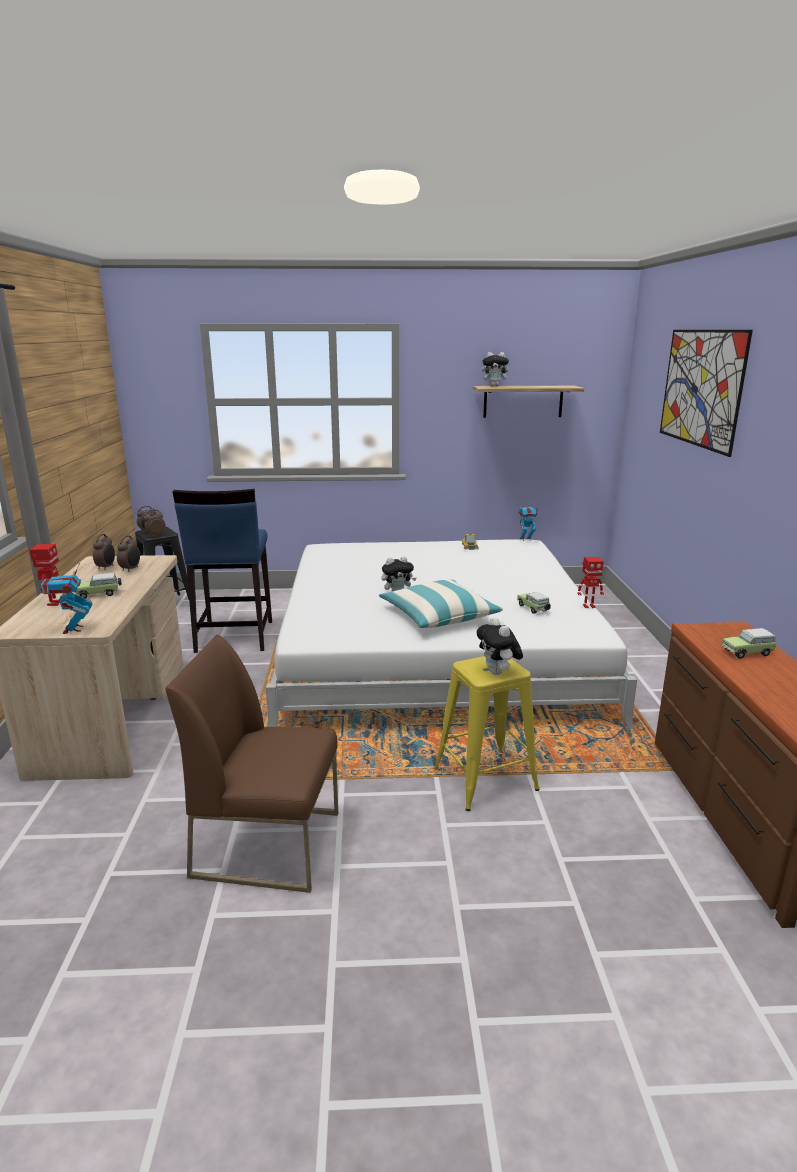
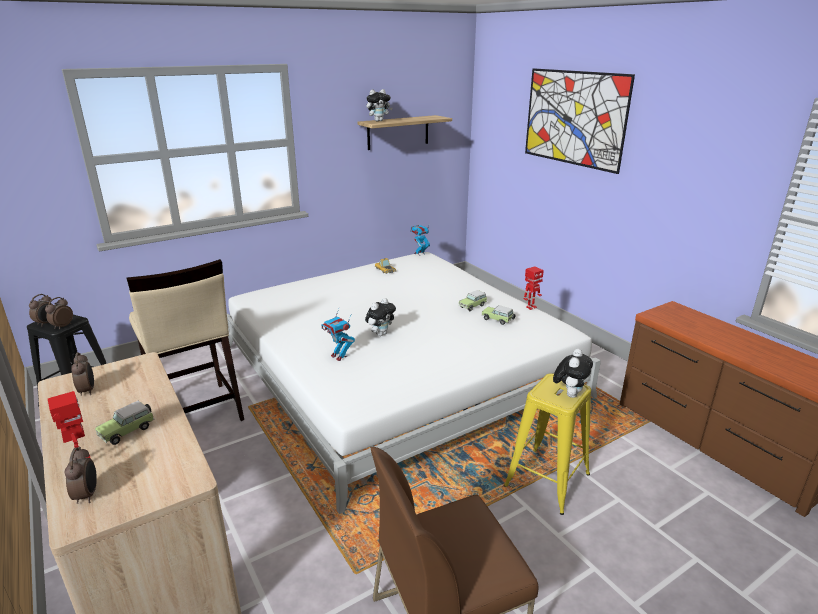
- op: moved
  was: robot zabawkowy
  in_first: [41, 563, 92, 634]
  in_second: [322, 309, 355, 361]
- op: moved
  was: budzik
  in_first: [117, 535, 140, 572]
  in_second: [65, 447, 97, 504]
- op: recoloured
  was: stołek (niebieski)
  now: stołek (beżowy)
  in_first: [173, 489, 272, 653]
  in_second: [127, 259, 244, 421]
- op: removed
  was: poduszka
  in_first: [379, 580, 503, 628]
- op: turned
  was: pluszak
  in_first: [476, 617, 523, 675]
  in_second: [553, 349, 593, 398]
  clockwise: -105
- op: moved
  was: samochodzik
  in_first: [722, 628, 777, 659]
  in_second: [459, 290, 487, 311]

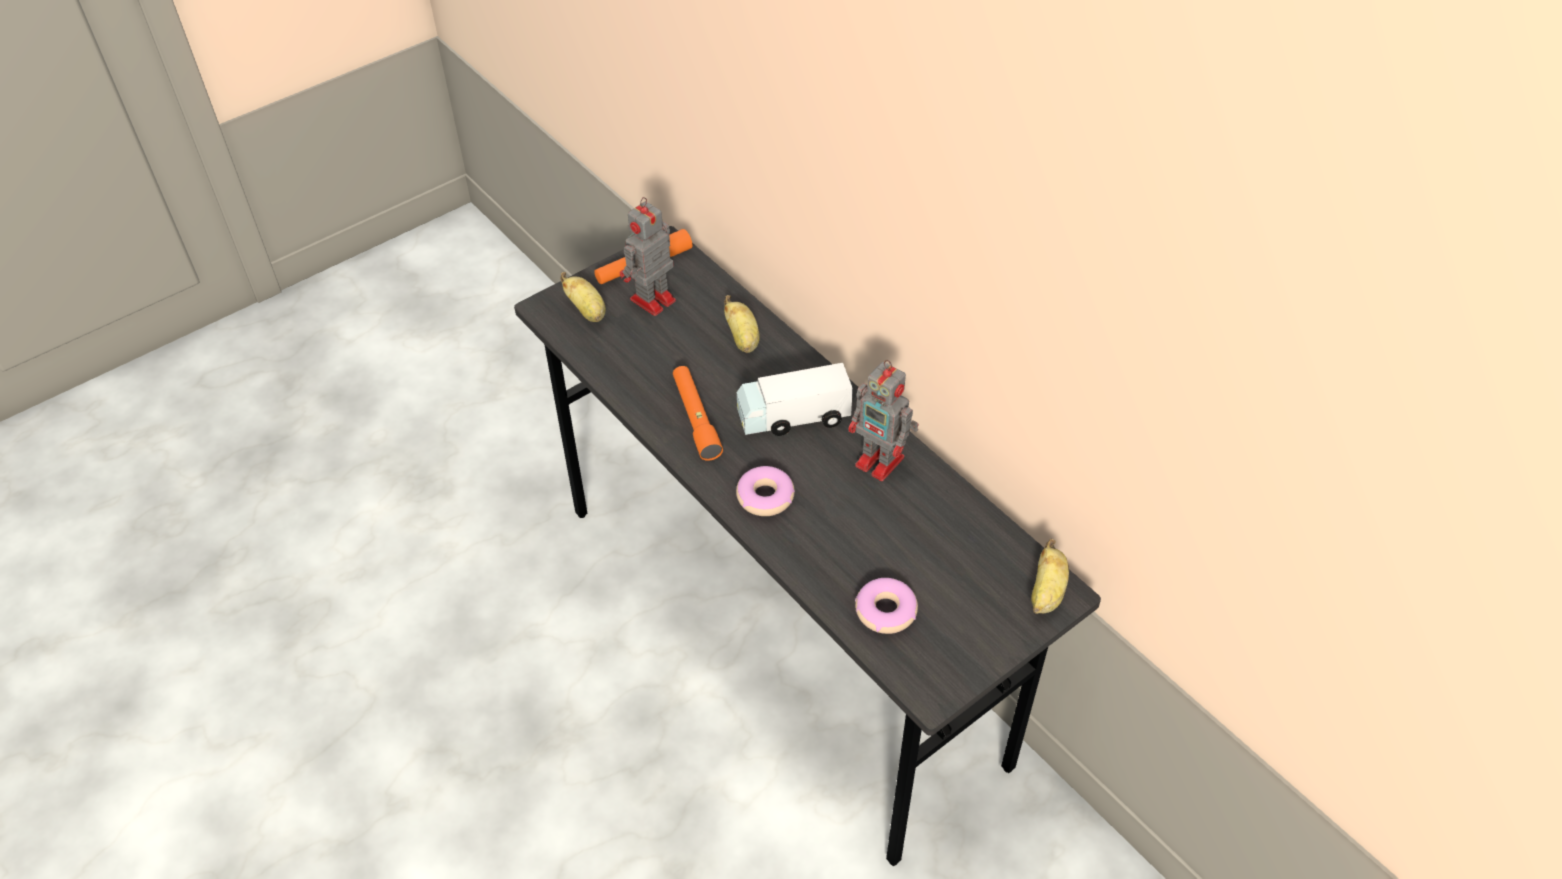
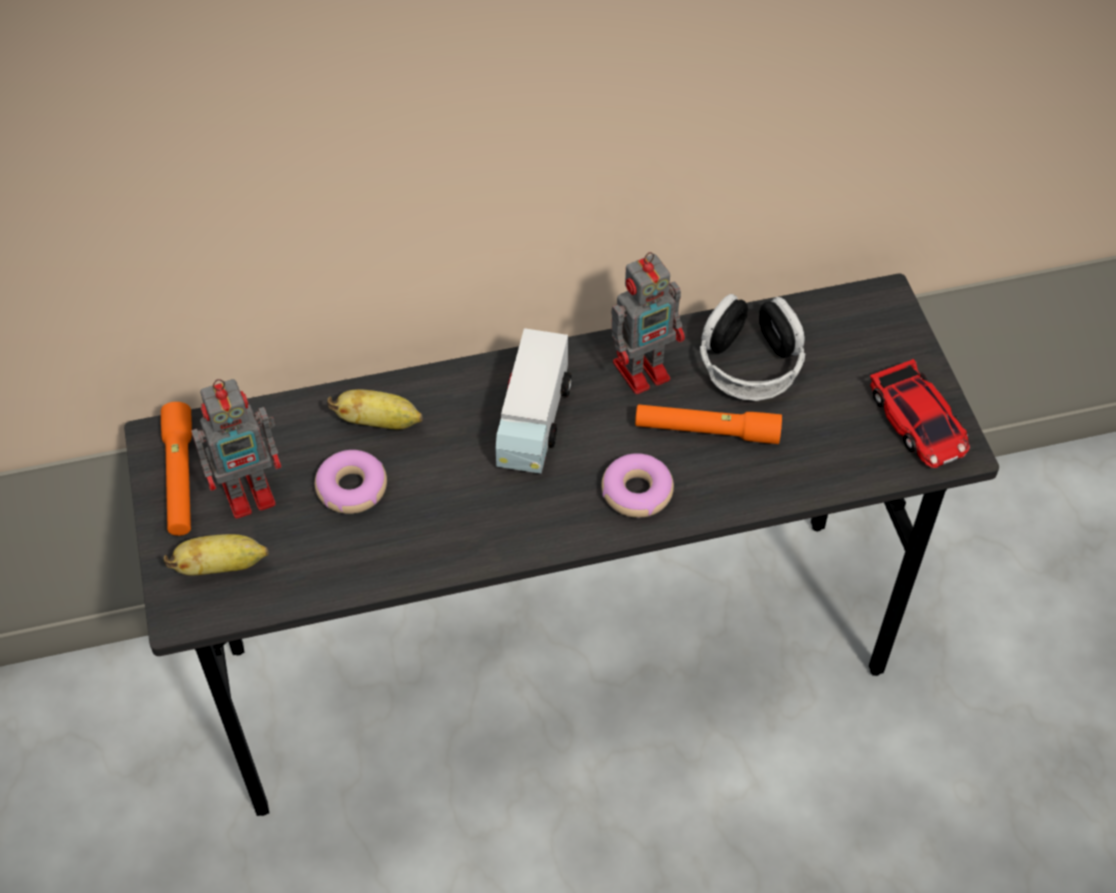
- op: turned
  was: robot zabawkowy
  in_first: [620, 197, 676, 316]
  in_second: [191, 379, 281, 519]
  clockwise: -90
- op: moved
  was: latarka (pomarańczowy)
  in_first: [673, 366, 723, 461]
  in_second: [635, 404, 782, 444]
- op: moved
  was: donut
  in_first: [855, 578, 918, 634]
  in_second: [315, 450, 387, 514]
- op: removed
  was: banan
  in_first: [1031, 539, 1069, 614]
- op: added
  now: słuchawki
  in_second: [700, 294, 805, 401]
- op: added
  now: samochodzik
  in_second: [870, 359, 970, 468]

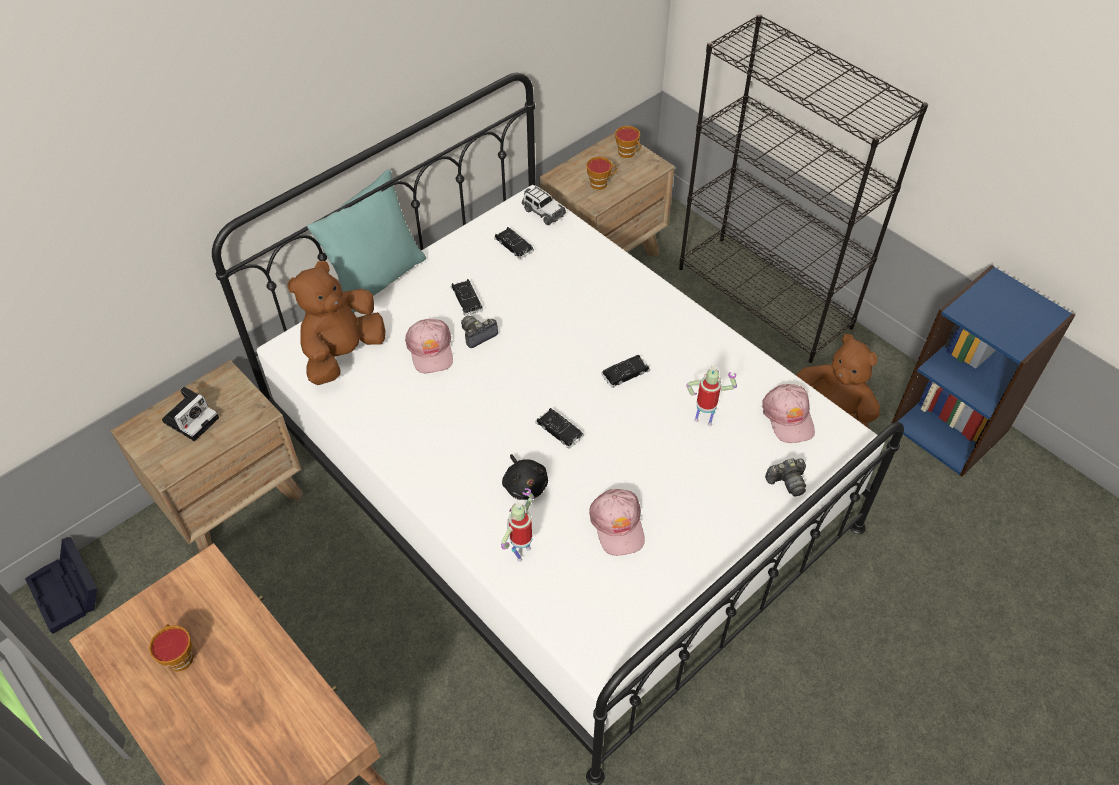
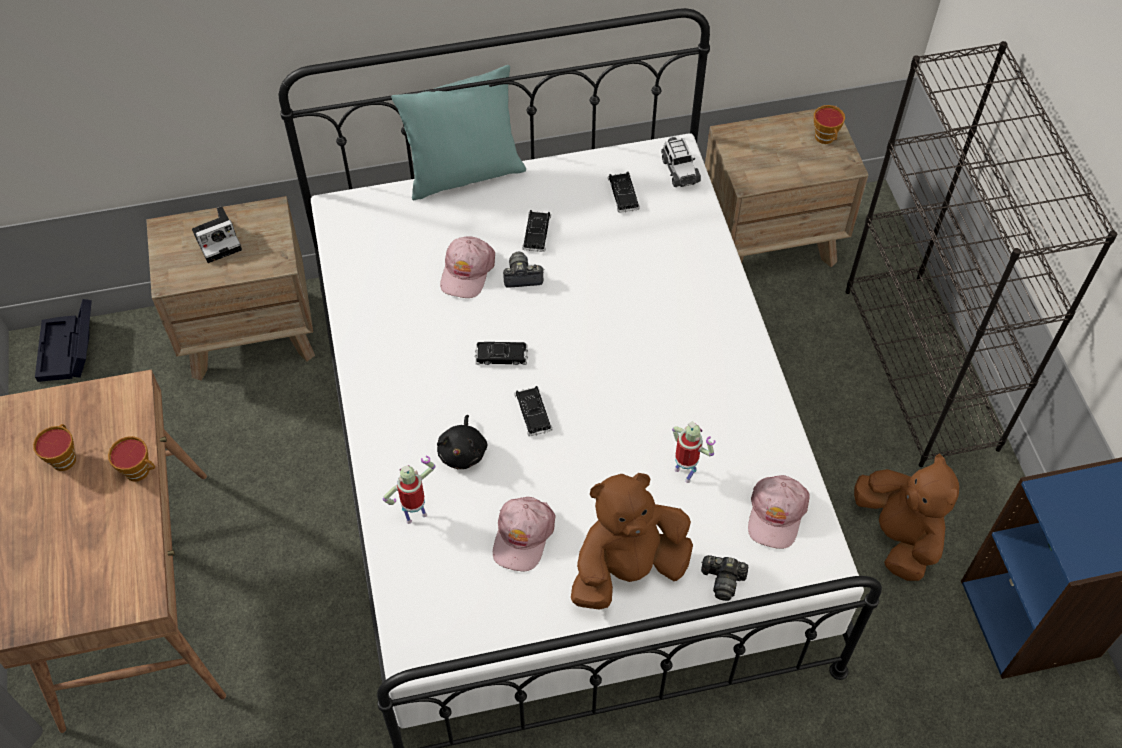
- op: moved
  was: pluszak (brązowy)
  in_first: [287, 261, 386, 385]
  in_second: [571, 473, 693, 610]
- op: moved
  was: filiżanka
  in_first: [586, 157, 617, 190]
  in_second: [108, 436, 155, 482]
- op: moved
  was: samochodzik (czarny)
  in_first: [601, 355, 650, 388]
  in_second: [475, 342, 528, 365]

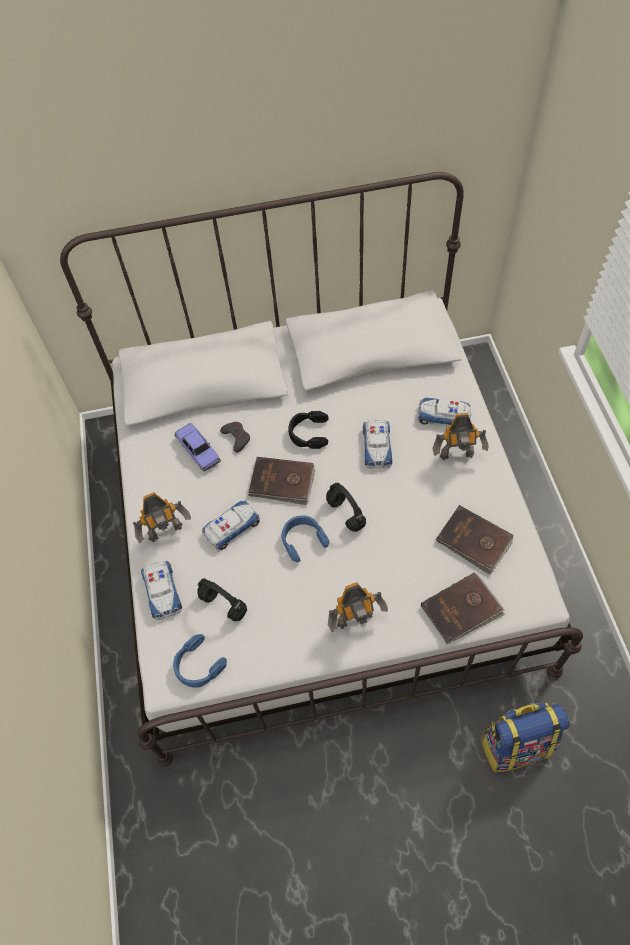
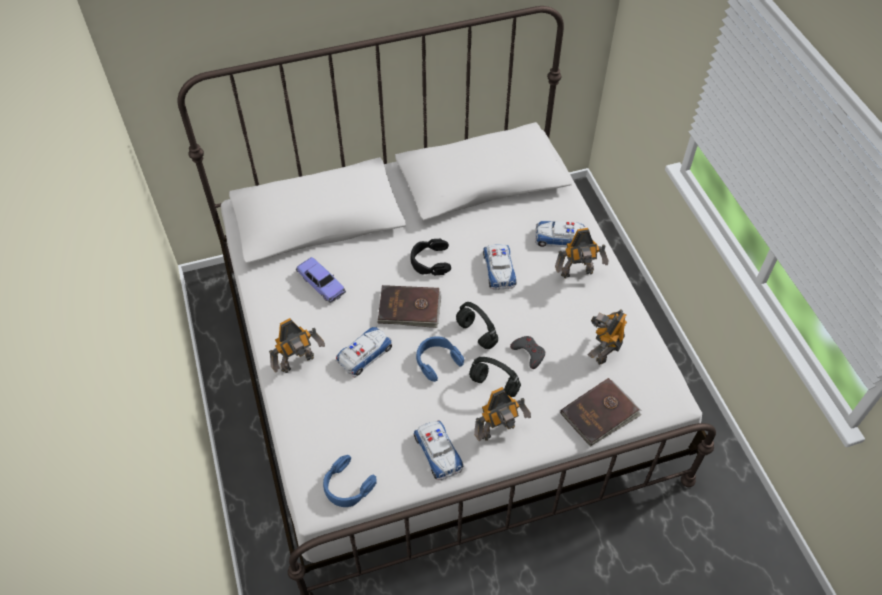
- op: moved
  was: samochodzik
  in_first: [141, 561, 182, 620]
  in_second: [413, 420, 463, 481]
- op: moved
  was: słuchawki (czarny)
  in_first: [197, 578, 247, 621]
  in_second: [469, 357, 521, 397]
- op: moved
  was: pad do gier (szary)
  in_first: [220, 422, 250, 453]
  in_second: [510, 336, 546, 369]
- op: replaced
  was: książka (brązowy)
  now: robot zabawkowy
  in_first: [435, 505, 514, 575]
  in_second: [587, 310, 627, 365]
- op: removed
  was: plecak
  in_first: [480, 703, 570, 773]

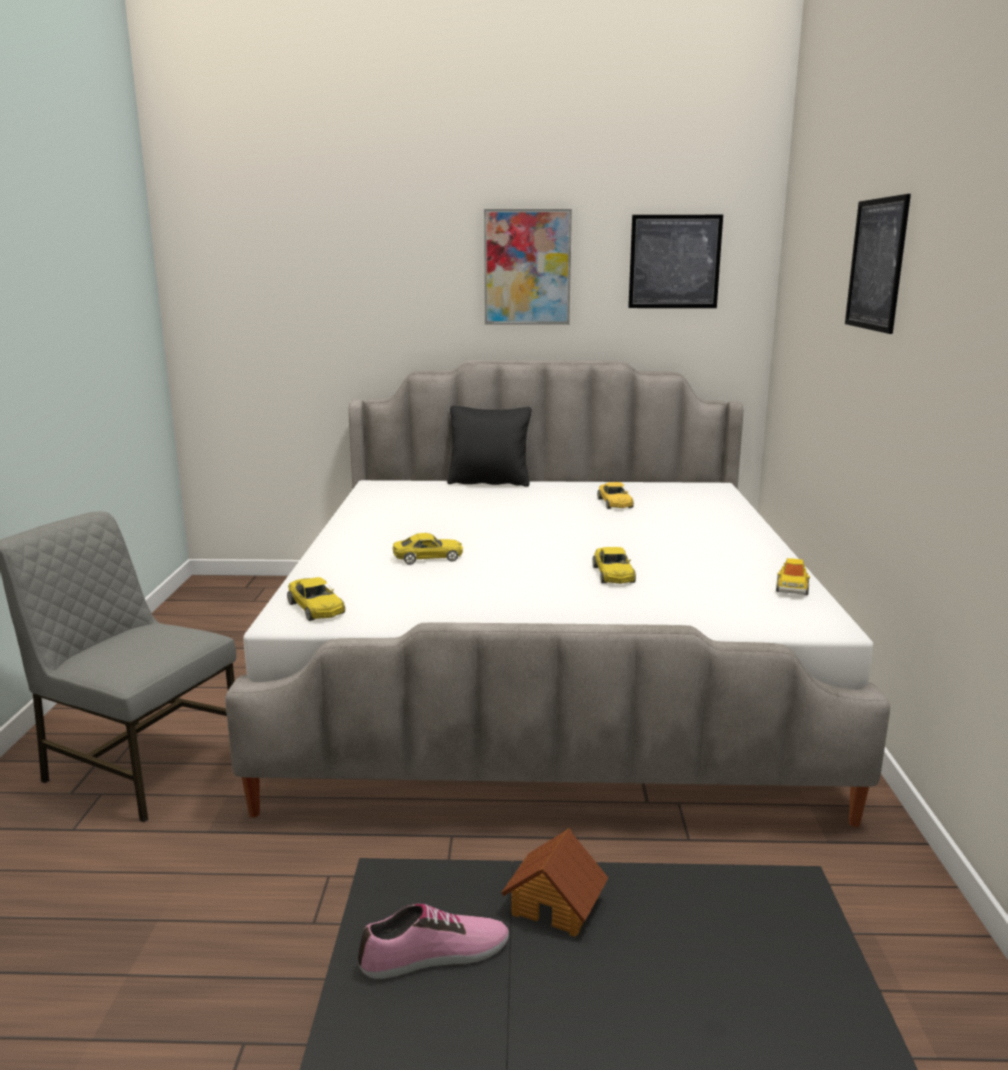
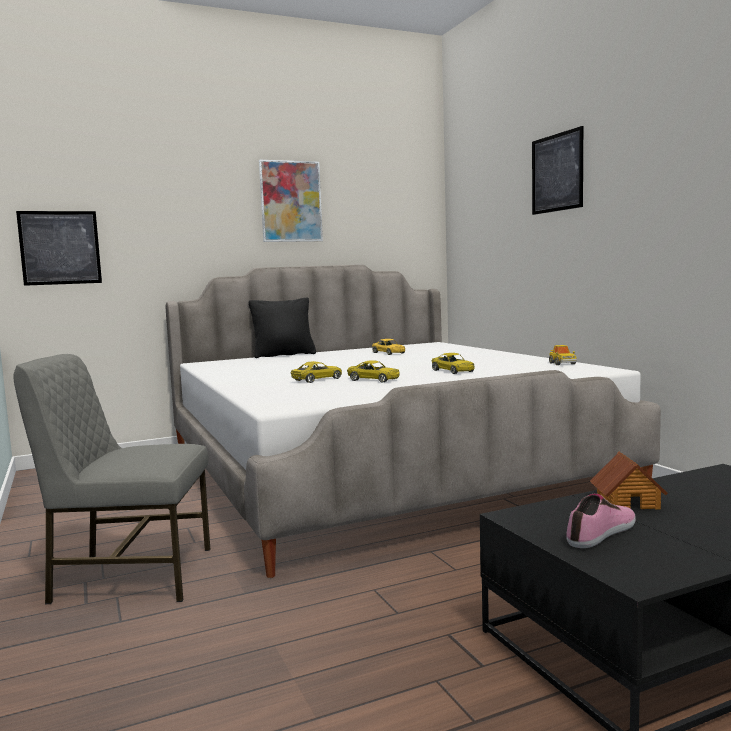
- op: moved
  was: samochodzik (żółty)
  in_first: [287, 577, 345, 621]
  in_second: [347, 360, 400, 383]
- op: moved
  was: obraz
  in_first: [628, 215, 723, 308]
  in_second: [16, 211, 102, 286]

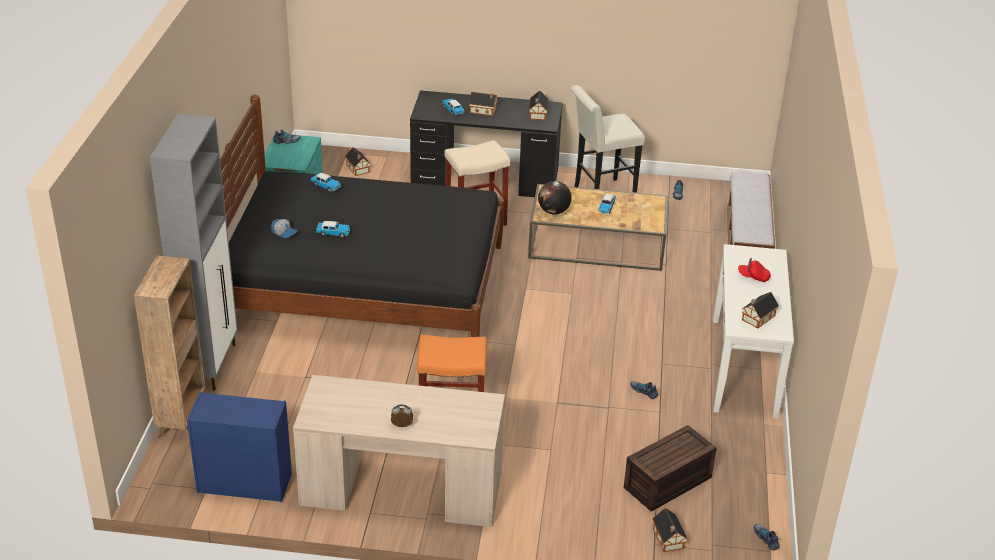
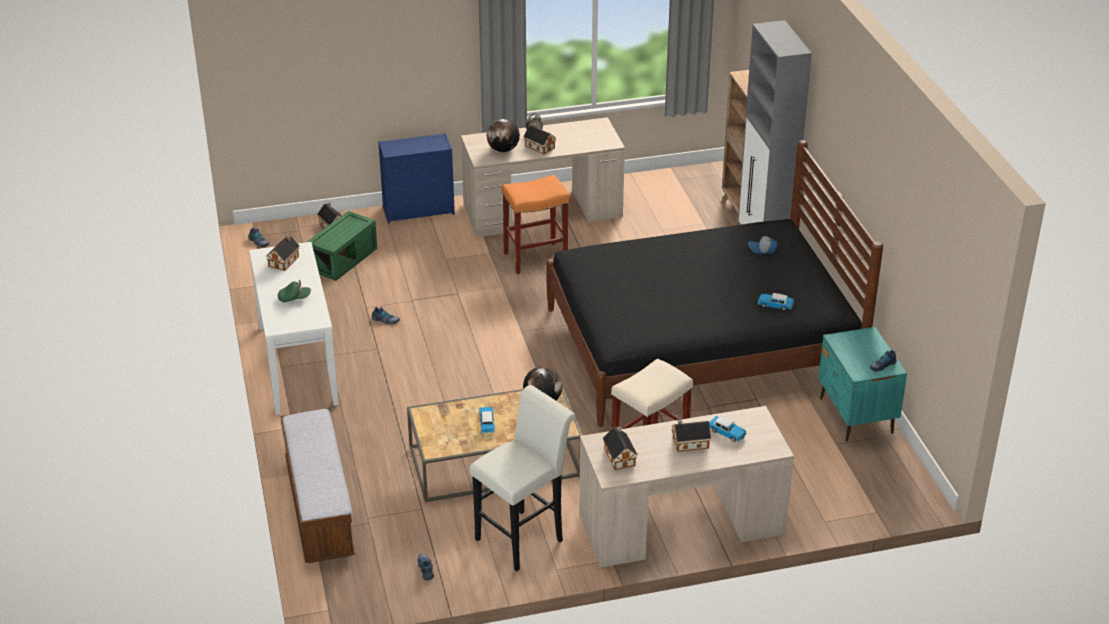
- op: moved
  was: komoda (niebieski)
  in_first: [187, 392, 292, 502]
  in_second: [378, 133, 455, 224]
- op: removed
  was: samochodzik
  in_first: [316, 221, 350, 238]
- op: moved
  was: domek
  in_first: [345, 147, 371, 176]
  in_second: [523, 123, 556, 154]
- op: recoloured
  was: biurko (czarny)
  now: biurko (beżowy)
  in_first: [410, 90, 563, 197]
  in_second: [579, 406, 794, 568]
- op: recoloured
  was: pojemnik do przechowywania (brązowy)
  now: pojemnik do przechowywania (zielony)
  in_first: [624, 425, 717, 512]
  in_second: [307, 211, 377, 281]
- op: recoloured
  was: czapka z daszkiem (czerwony)
  now: czapka z daszkiem (zielony)
  in_first: [738, 258, 771, 282]
  in_second: [278, 280, 311, 302]
- op: added
  now: globus
  in_second: [487, 119, 520, 152]

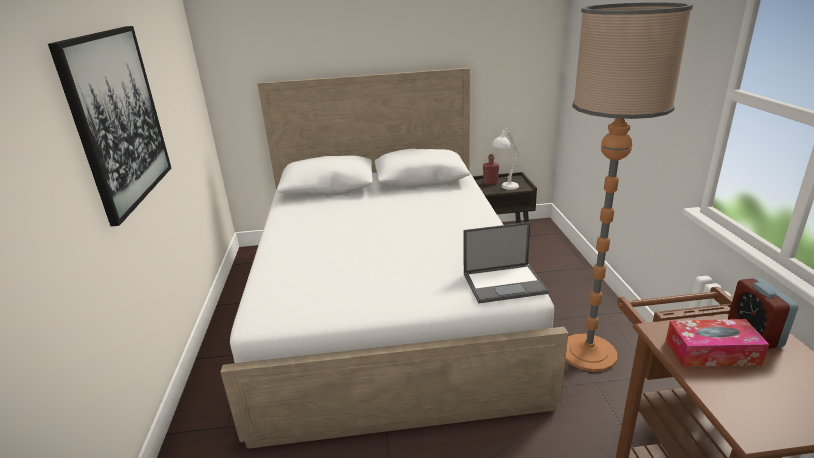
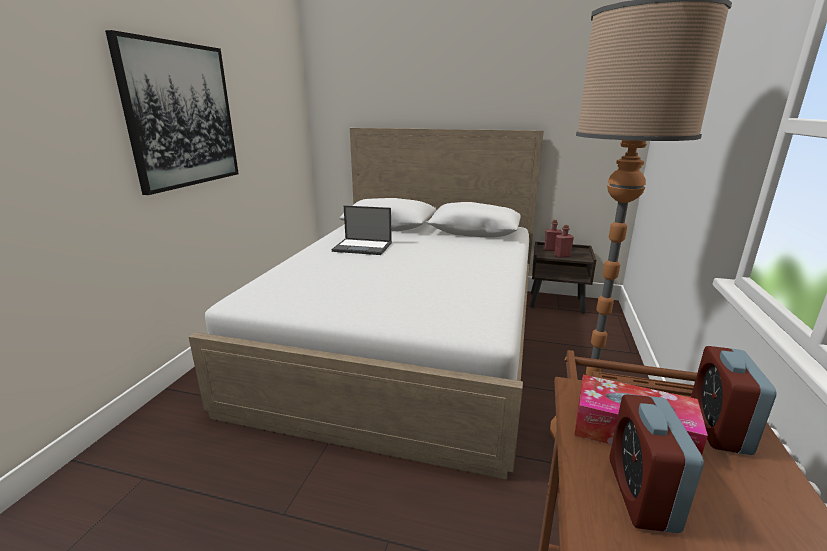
- op: moved
  was: laptop
  in_first: [464, 222, 549, 304]
  in_second: [332, 206, 392, 255]
- op: replaced
  was: lampa stołowa (biały)
  now: butelka (czerwony)
  in_first: [492, 128, 519, 190]
  in_second: [554, 225, 574, 258]
- op: added
  now: budzik
  in_second: [610, 394, 704, 533]

